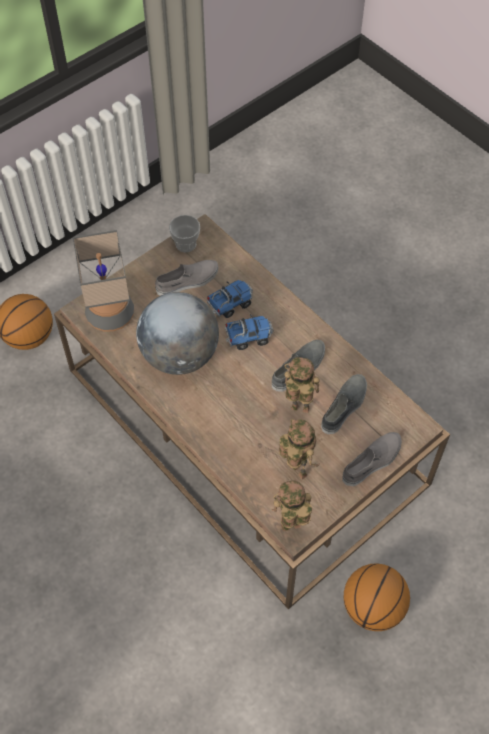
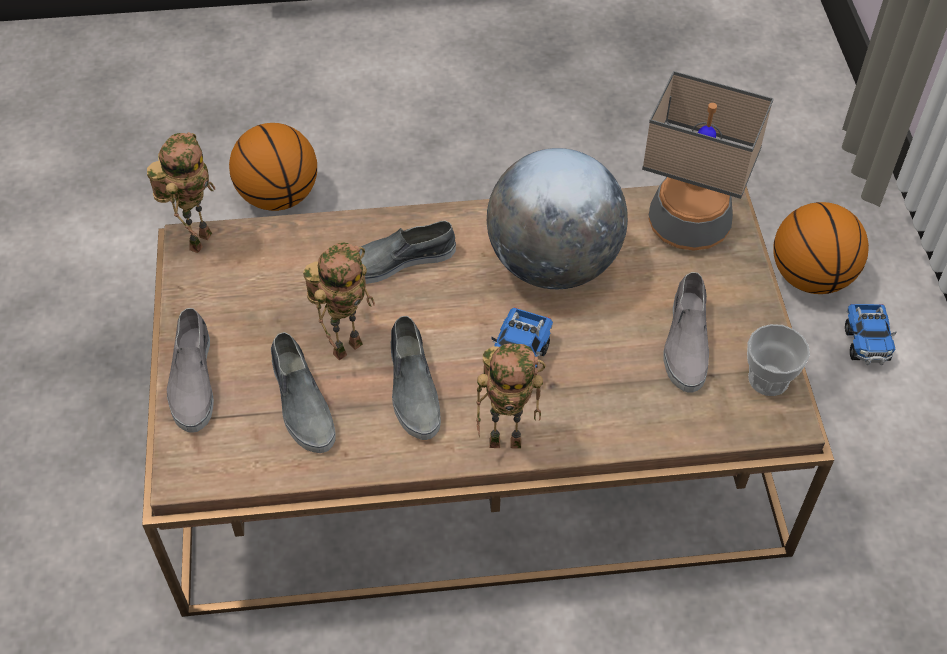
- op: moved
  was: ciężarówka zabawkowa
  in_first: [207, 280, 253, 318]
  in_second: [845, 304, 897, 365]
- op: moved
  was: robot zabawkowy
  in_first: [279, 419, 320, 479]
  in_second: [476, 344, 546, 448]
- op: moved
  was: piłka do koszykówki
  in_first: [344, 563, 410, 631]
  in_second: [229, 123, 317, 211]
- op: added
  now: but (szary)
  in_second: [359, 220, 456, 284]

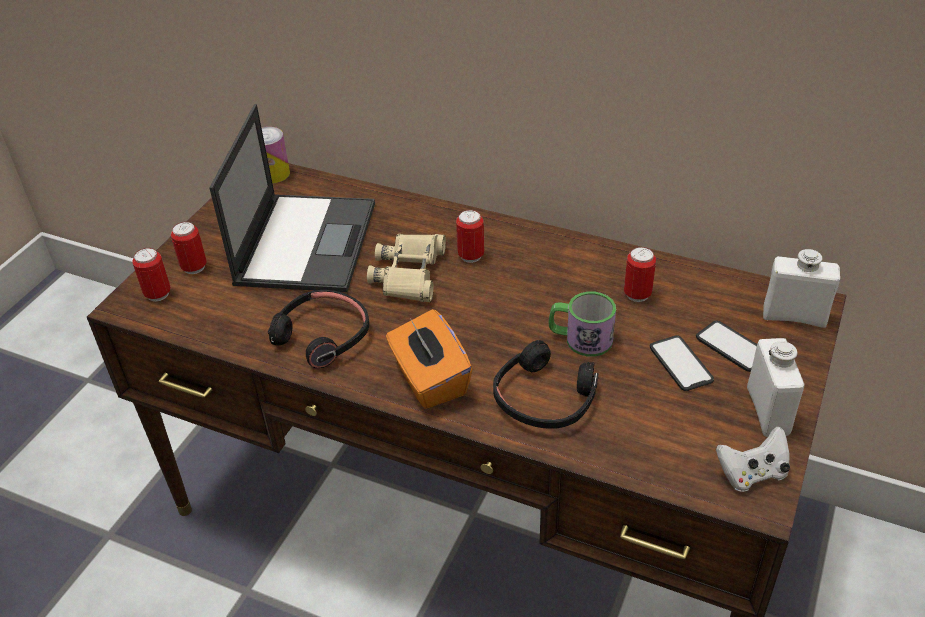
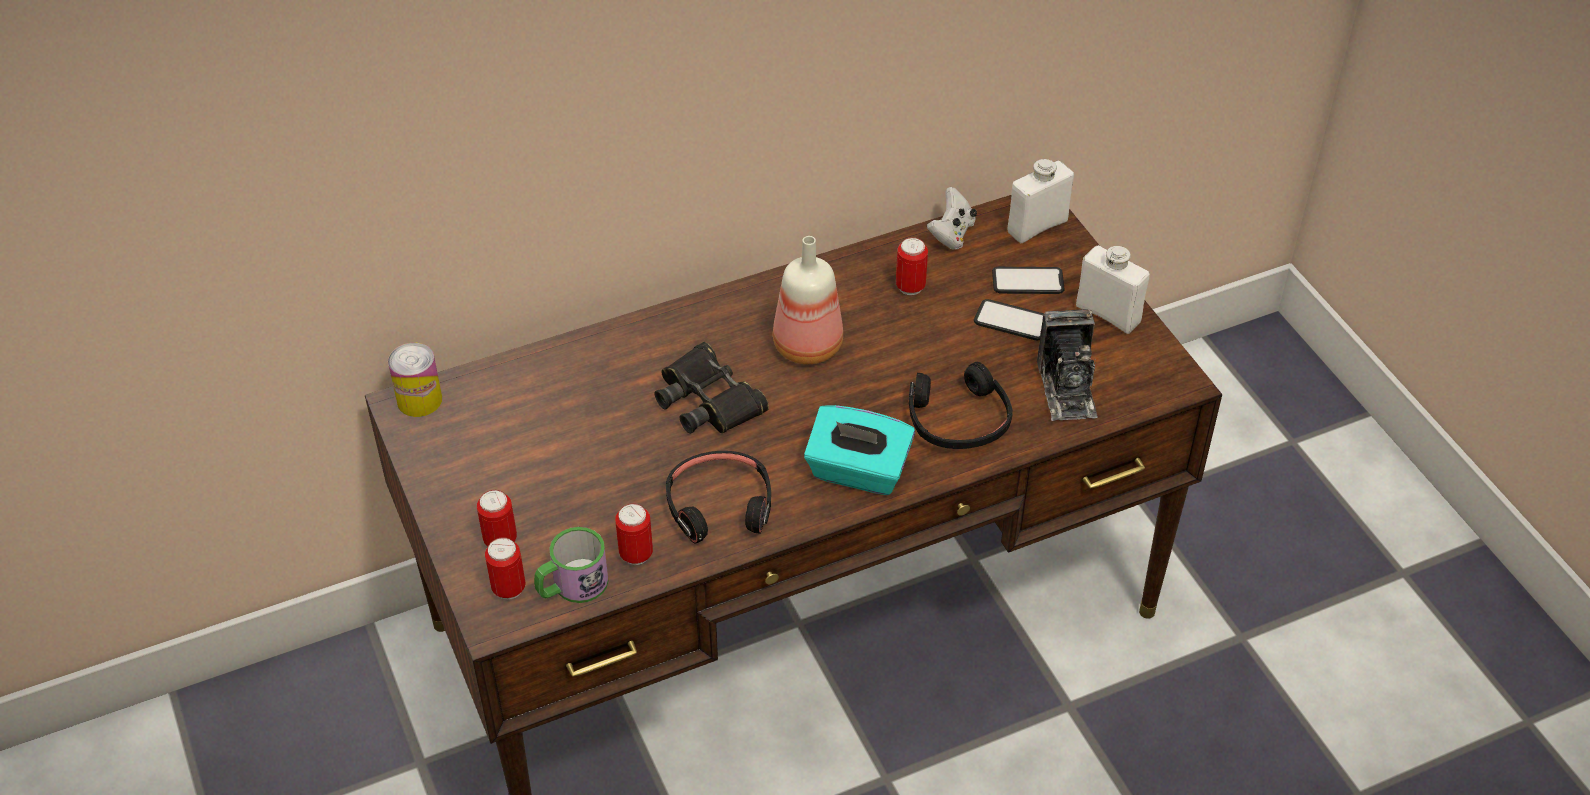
- op: removed
  was: laptop
  in_first: [209, 104, 375, 292]
- op: recoloured
  was: lornetka (beżowy)
  now: lornetka (czarny)
  in_first: [367, 234, 446, 302]
  in_second: [654, 342, 769, 434]
- op: recoloured
  was: pudełko chusteczek (pomarańczowy)
  now: pudełko chusteczek (turkusowy)
  in_first: [386, 309, 472, 409]
  in_second: [804, 405, 915, 495]
- op: moved
  was: puszka
  in_first: [456, 210, 484, 263]
  in_second: [615, 503, 653, 565]
- op: moved
  was: kubek
  in_first: [549, 292, 616, 357]
  in_second: [534, 527, 608, 603]
- op: moved
  was: pad do gier (biały)
  in_first: [716, 427, 790, 492]
  in_second: [927, 187, 977, 250]
- op: added
  now: butelka
  in_second: [773, 236, 843, 364]
- op: added
  now: aparat fotograficzny
  in_second: [1037, 309, 1098, 421]

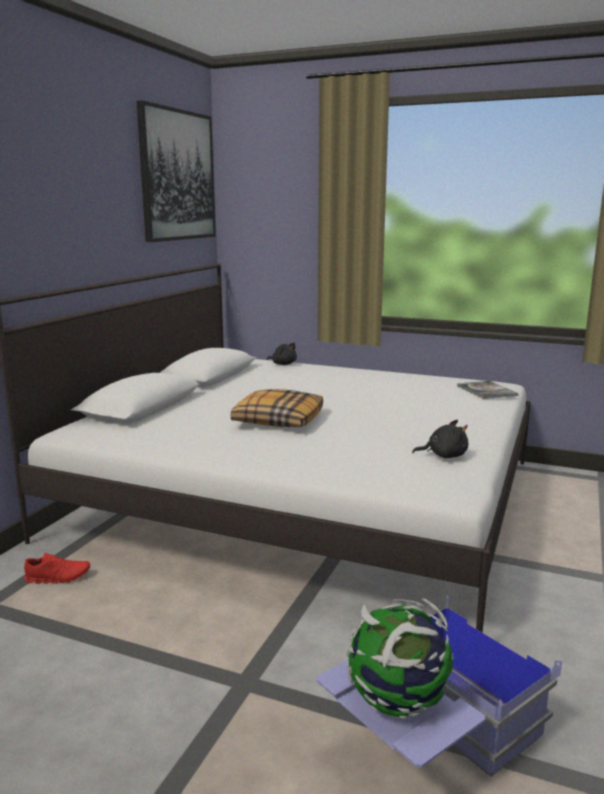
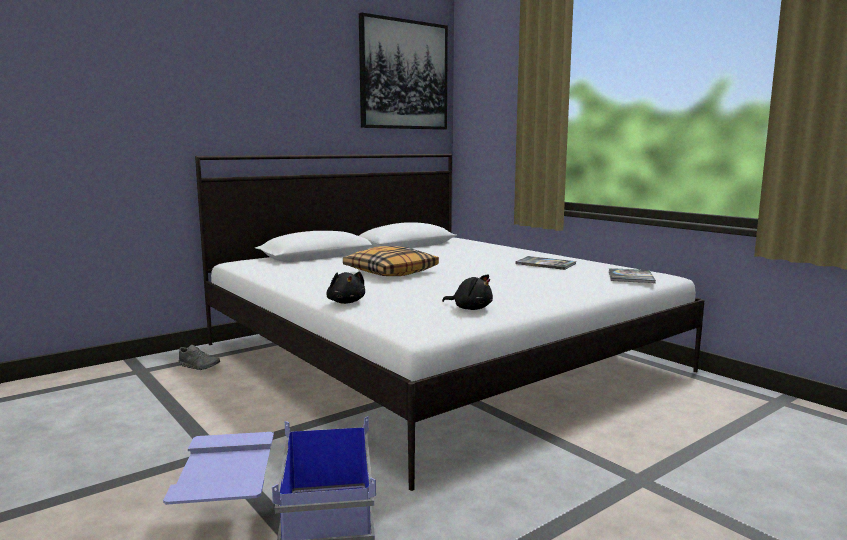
- op: recoloured
  was: but (czerwony)
  now: but (szary)
  in_first: [24, 553, 90, 584]
  in_second: [178, 345, 220, 370]
- op: moved
  was: pluszak (czarny)
  in_first: [267, 343, 297, 365]
  in_second: [326, 272, 365, 304]
- op: removed
  was: globus
  in_first: [346, 598, 453, 719]
- op: added
  now: książka
  in_second: [515, 256, 576, 270]

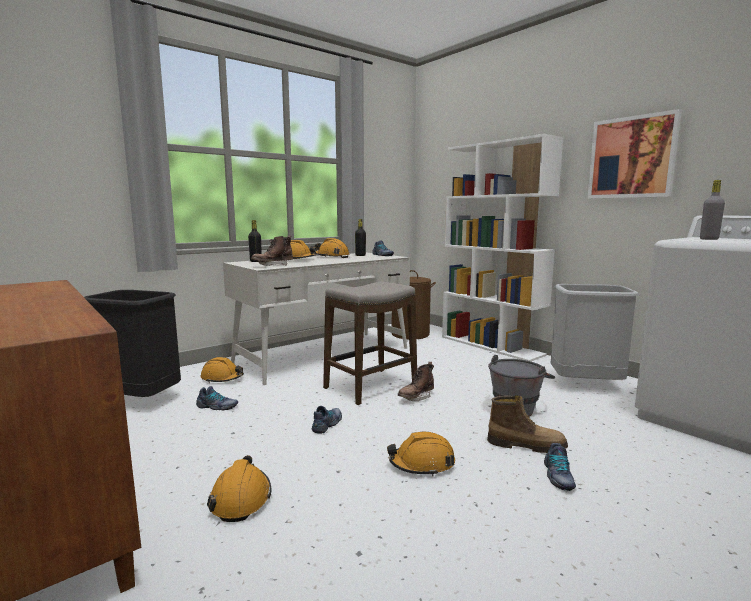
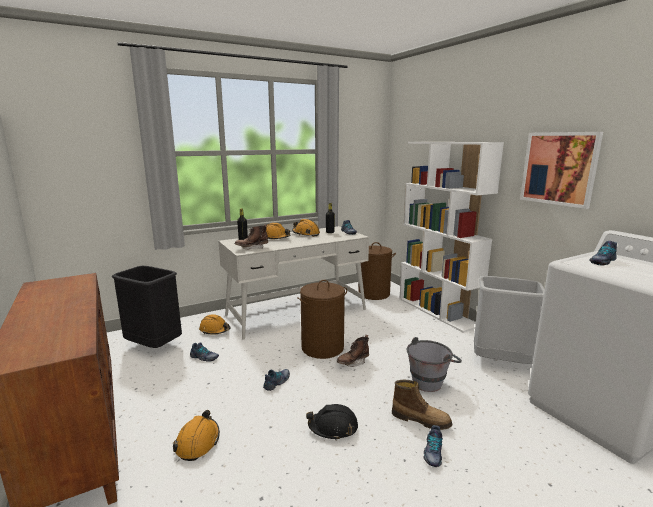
- op: replaced
  was: stołek
  now: kosz na pranie (brązowy)
  in_first: [323, 281, 417, 405]
  in_second: [297, 280, 347, 359]
- op: recoloured
  was: kask (pomarańczowy)
  now: kask (czarny)
  in_first: [387, 432, 455, 476]
  in_second: [306, 404, 358, 441]
- op: replaced
  was: butelka (szary)
  now: but
  in_first: [700, 180, 725, 240]
  in_second: [589, 241, 617, 266]

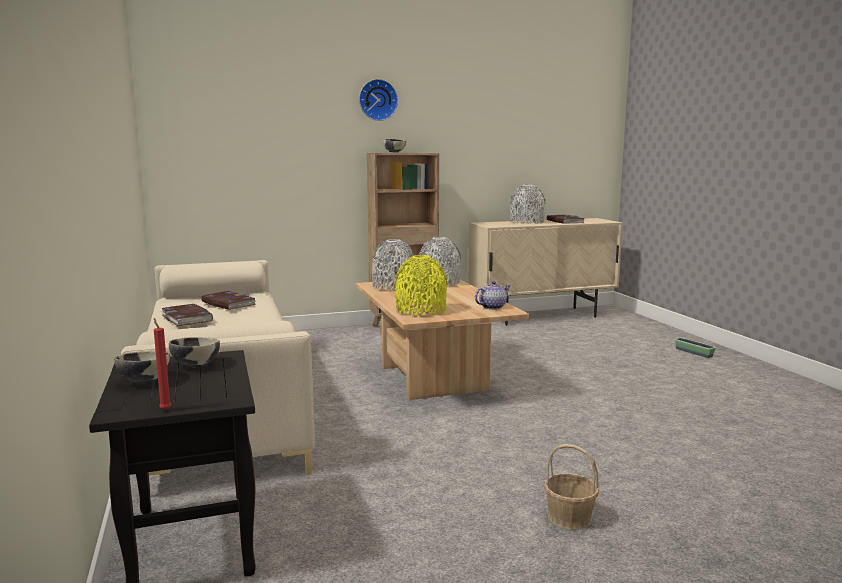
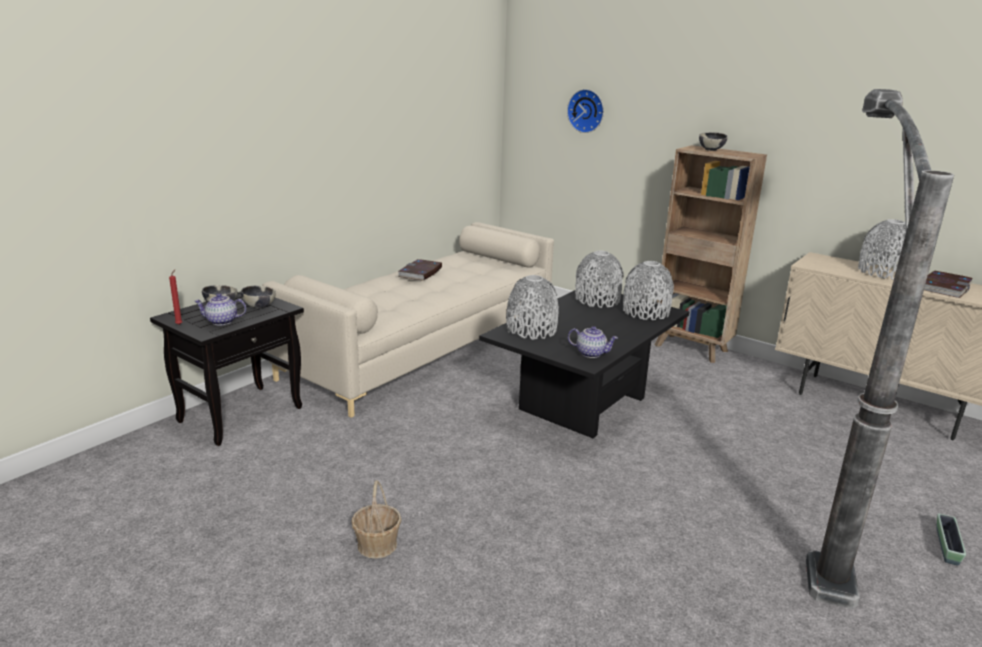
- op: removed
  was: książka
  in_first: [201, 291, 256, 310]
- op: recoloured
  was: ława (beżowy)
  now: ława (czarny)
  in_first: [356, 277, 529, 400]
  in_second: [479, 288, 689, 438]
- op: moved
  was: zegar ścienny
  in_first: [359, 79, 398, 121]
  in_second: [567, 89, 604, 133]
- op: recoloured
  was: wazon (żółty)
  now: wazon (szary)
  in_first: [395, 255, 448, 316]
  in_second: [506, 275, 559, 340]
- op: added
  now: imbryk
  in_second: [194, 293, 246, 325]
- op: added
  now: lampa stojąca
  in_second: [806, 89, 954, 609]

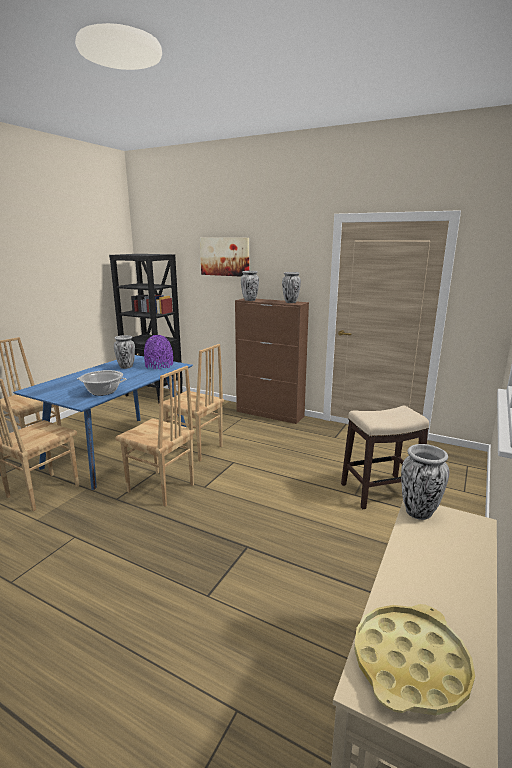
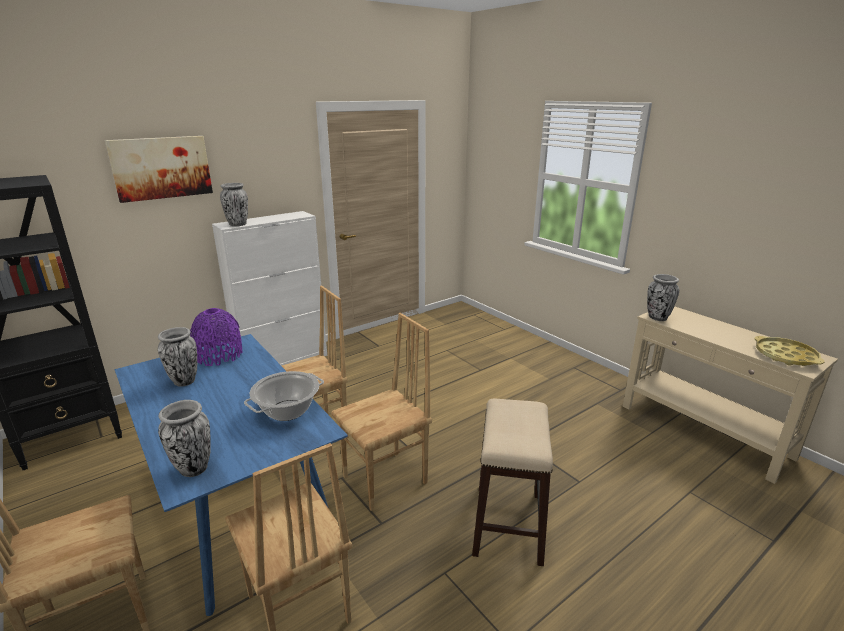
- op: recoloured
  was: szafka (brązowy)
  now: szafka (biały)
  in_first: [235, 298, 309, 424]
  in_second: [212, 211, 327, 366]
- op: moved
  was: wazon
  in_first: [282, 272, 301, 303]
  in_second: [158, 400, 211, 477]
- op: moved
  was: stołek
  in_first: [341, 406, 429, 509]
  in_second: [472, 398, 553, 566]

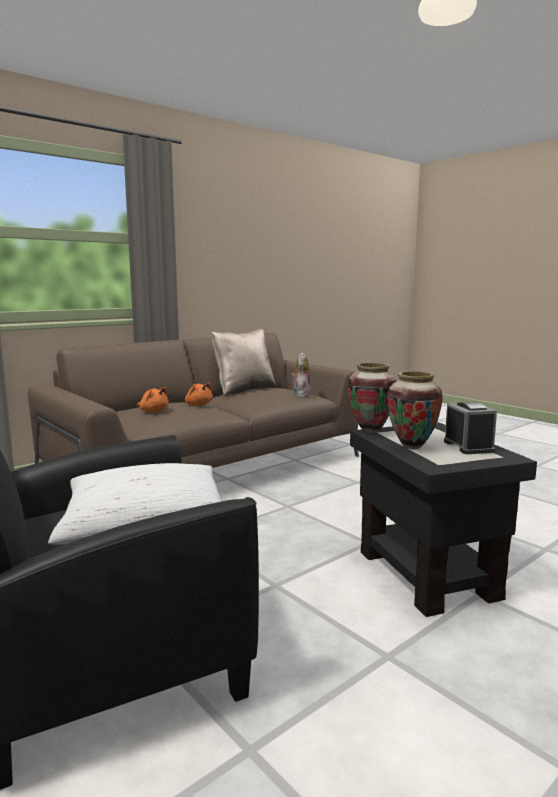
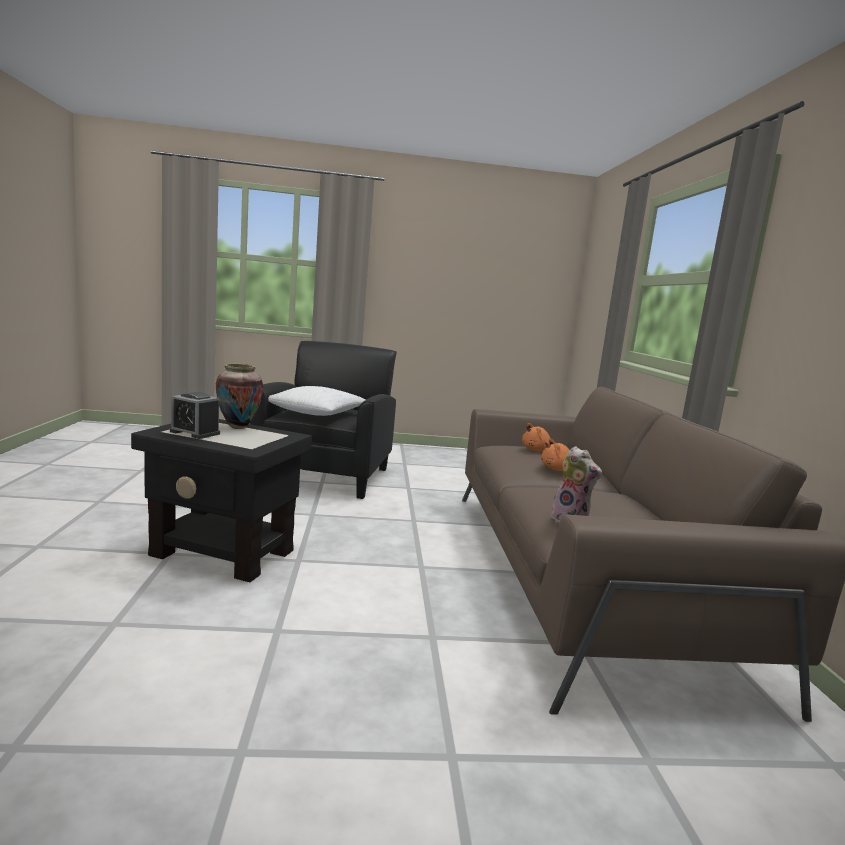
- op: removed
  was: poduszka (beżowy)
  in_first: [212, 329, 276, 396]
- op: removed
  was: wazon
  in_first: [348, 363, 396, 433]

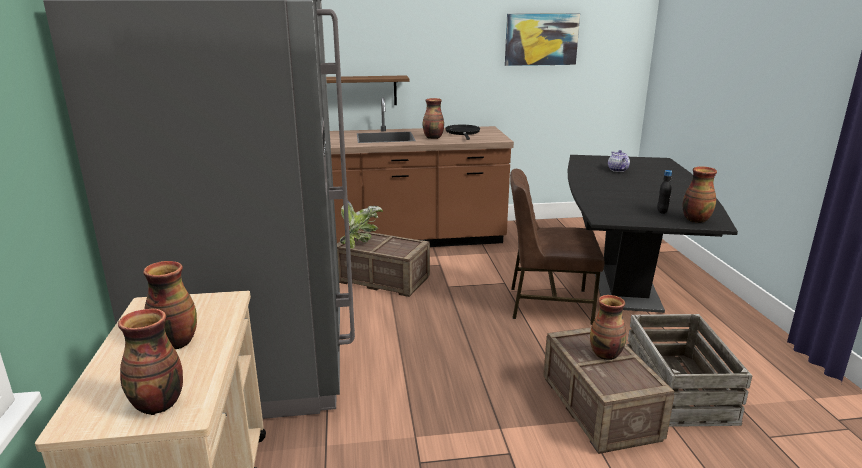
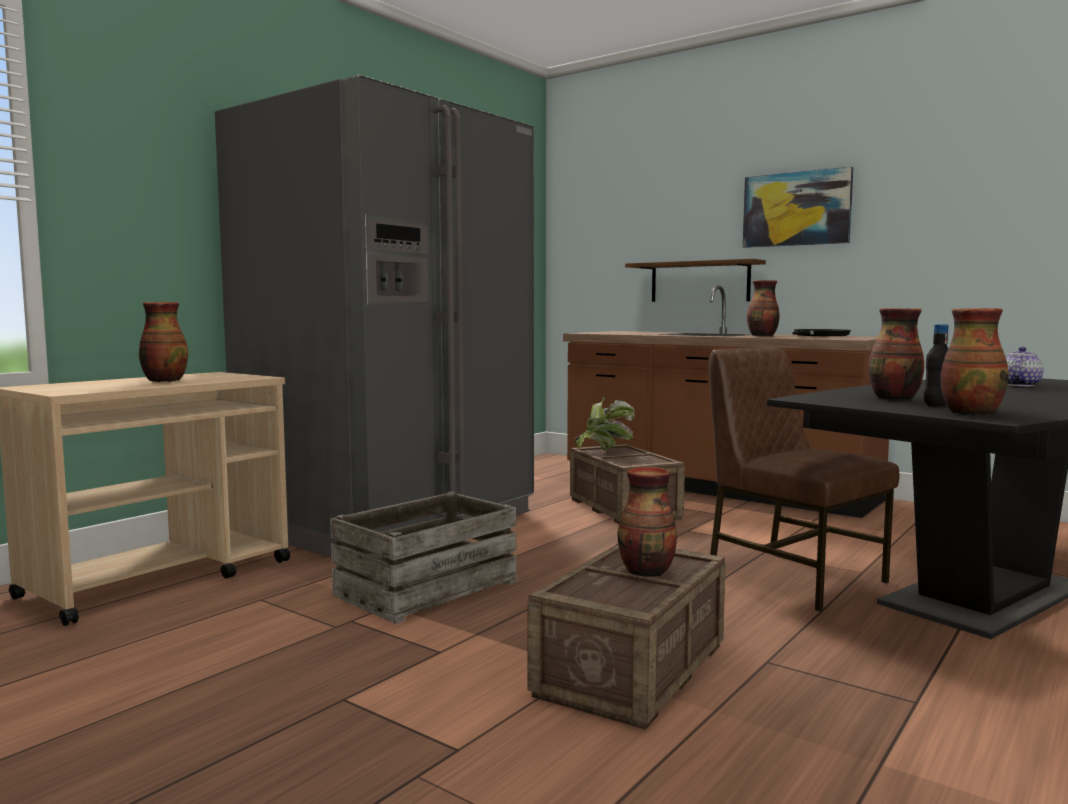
- op: moved
  was: wazon
  in_first: [118, 308, 183, 415]
  in_second: [868, 308, 924, 400]
- op: moved
  was: obraz
  in_first: [505, 13, 580, 66]
  in_second: [743, 167, 853, 248]
- op: moved
  was: skrzynka
  in_first: [627, 314, 752, 427]
  in_second: [330, 491, 518, 624]

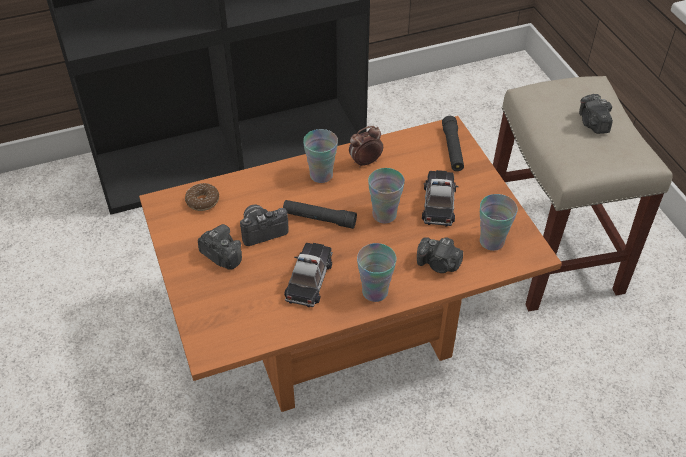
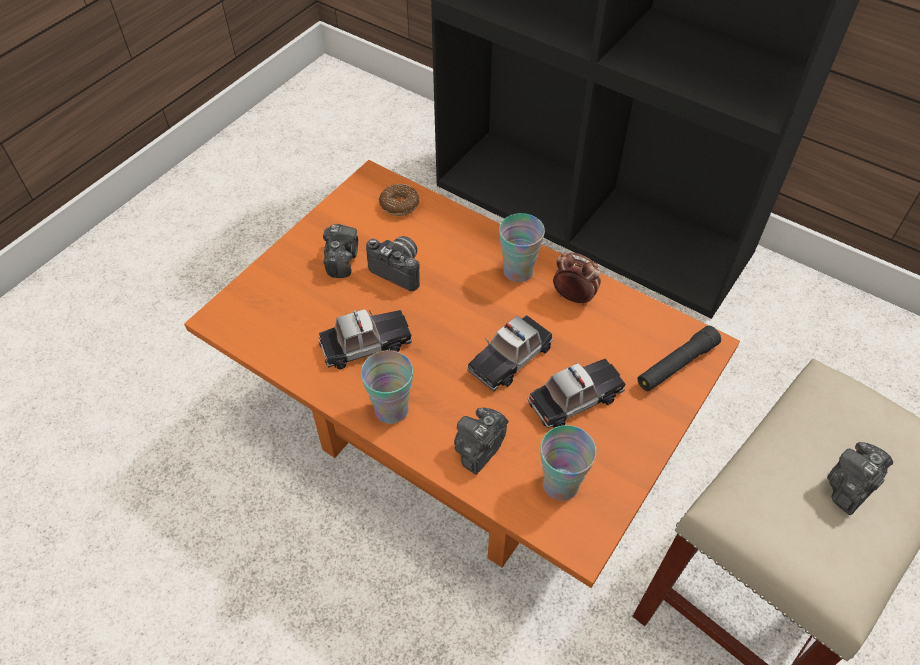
- op: removed
  was: latarka (czarny)
  in_first: [283, 200, 357, 229]
- op: replaced
  was: filiżanka
  now: samochodzik
  in_first: [368, 168, 405, 223]
  in_second: [467, 315, 553, 392]
- op: turned
  was: aparat fotograficzny
  in_first: [417, 237, 463, 273]
  in_second: [454, 408, 508, 475]
  clockwise: 45

